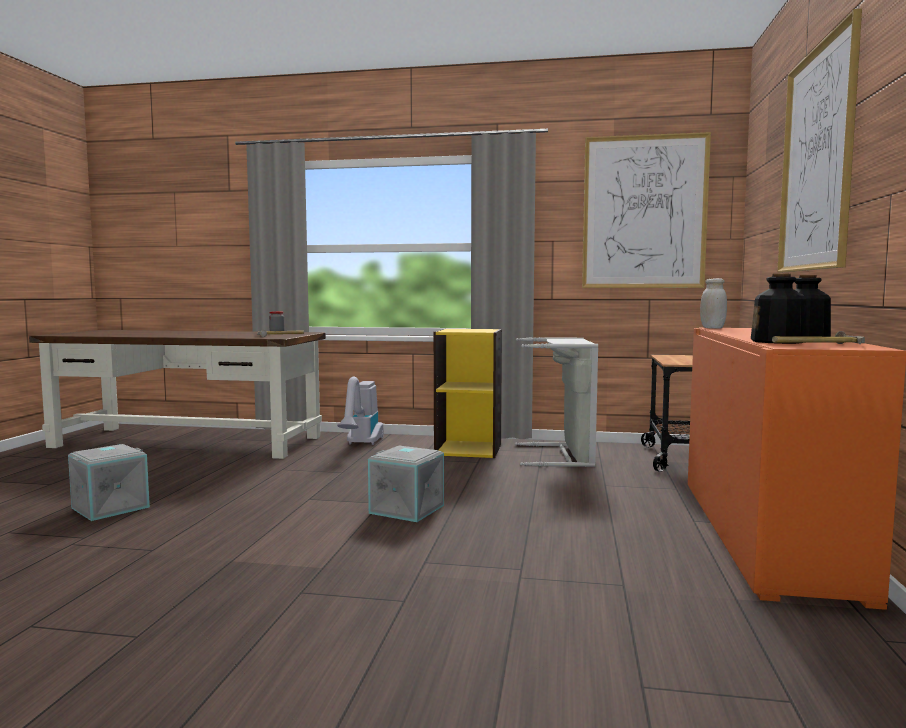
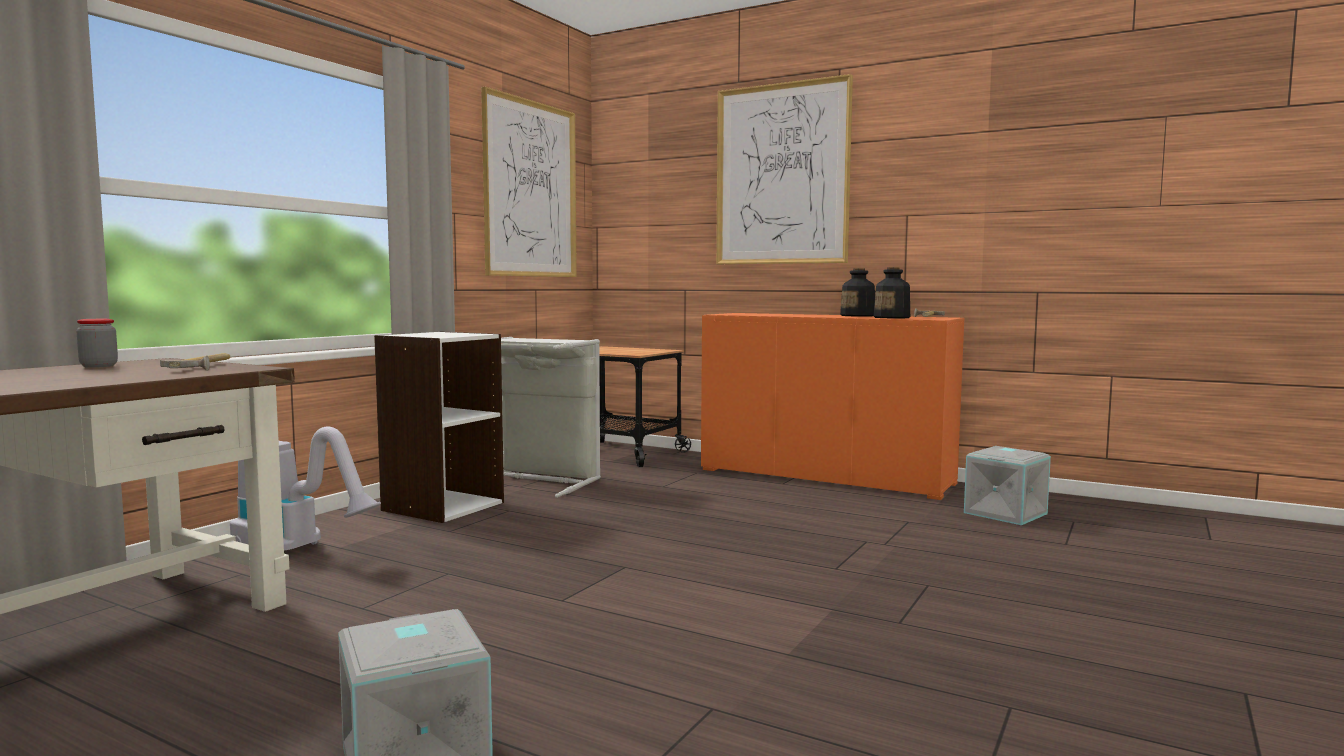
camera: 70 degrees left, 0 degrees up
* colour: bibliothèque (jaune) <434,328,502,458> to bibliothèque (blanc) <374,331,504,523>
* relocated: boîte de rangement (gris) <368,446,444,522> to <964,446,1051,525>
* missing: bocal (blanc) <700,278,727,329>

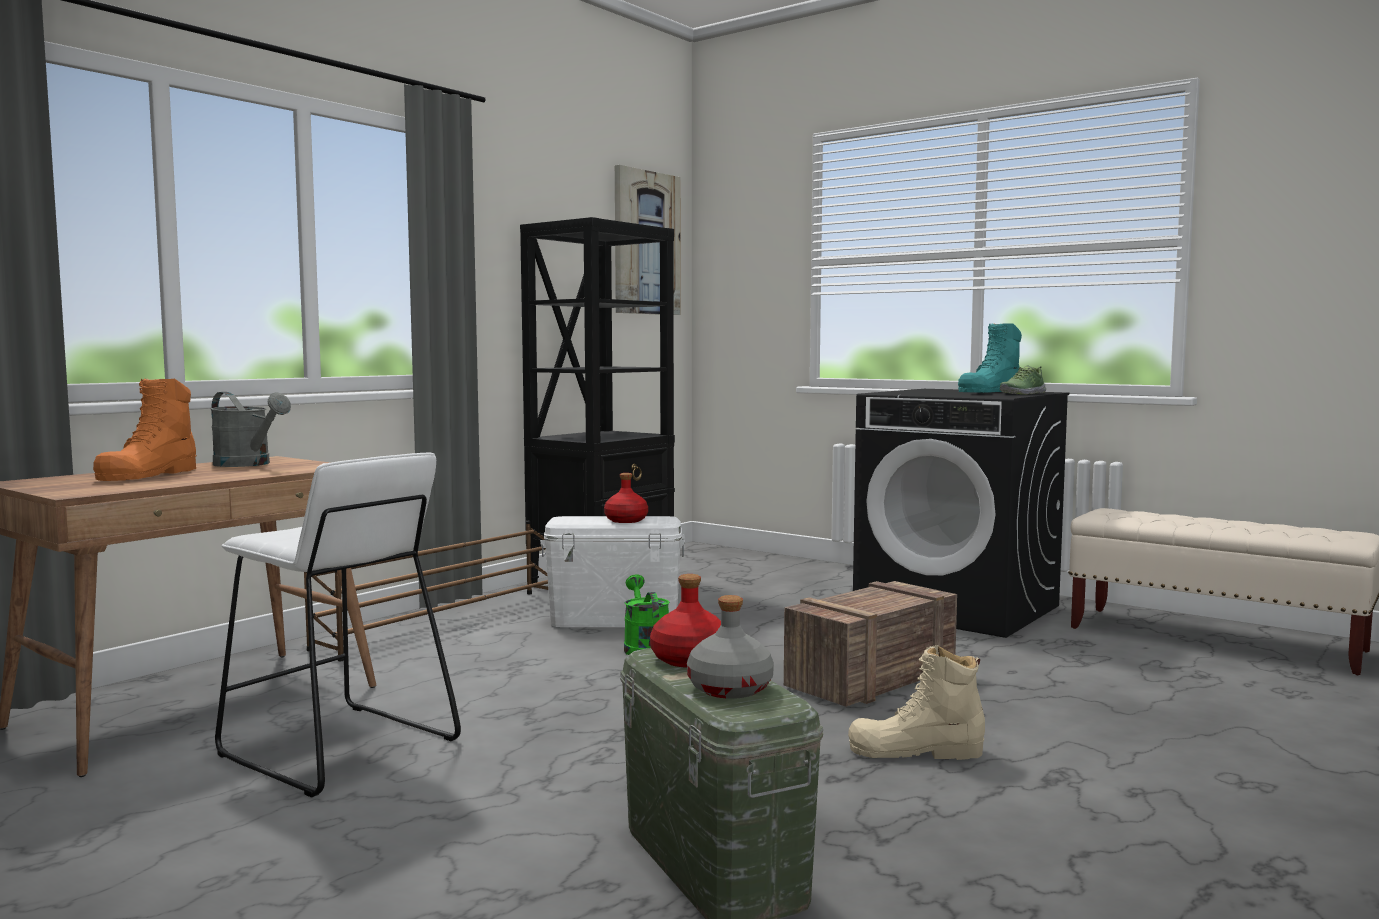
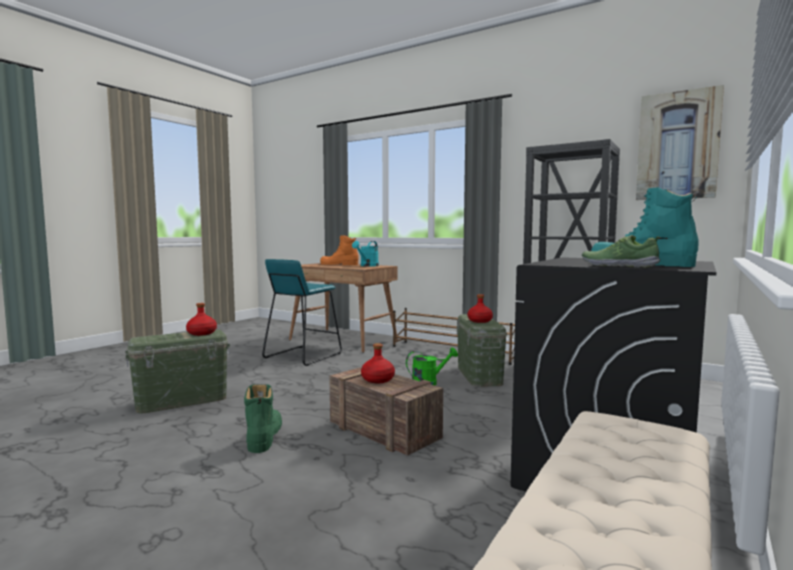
camera: 85 degrees right, 0 degrees up
* colour: botte (beige) <848,645,985,760> to botte (vert) <244,384,282,453>
* colour: tabouret (blanc) <215,453,461,797> to tabouret (turquoise) <262,259,342,366>
* colour: arrosoir (gris) <211,392,291,467> to arrosoir (turquoise) <352,241,379,267>
* appeared: bouteille (rouge) <361,343,395,383>
* colour: boîte de rangement (blanc) <540,516,685,627> to boîte de rangement (vert) <457,314,507,387>
* missing: bouteille (gris) <687,595,774,699>

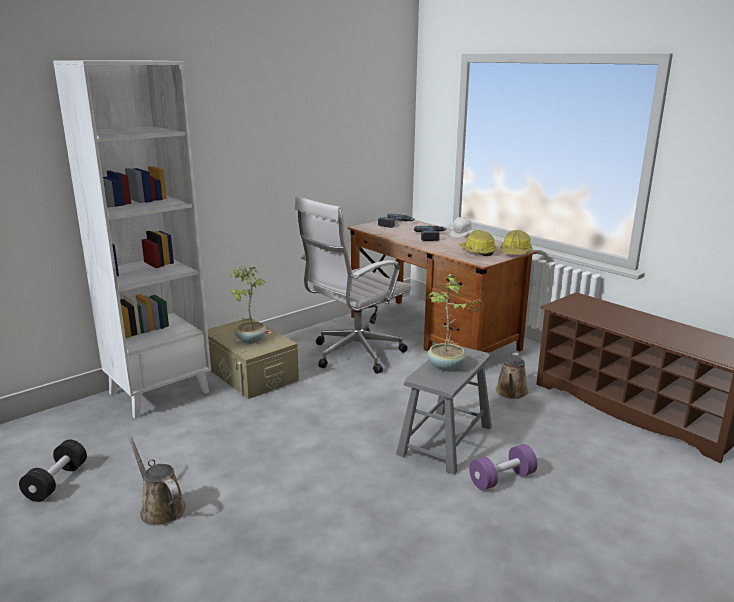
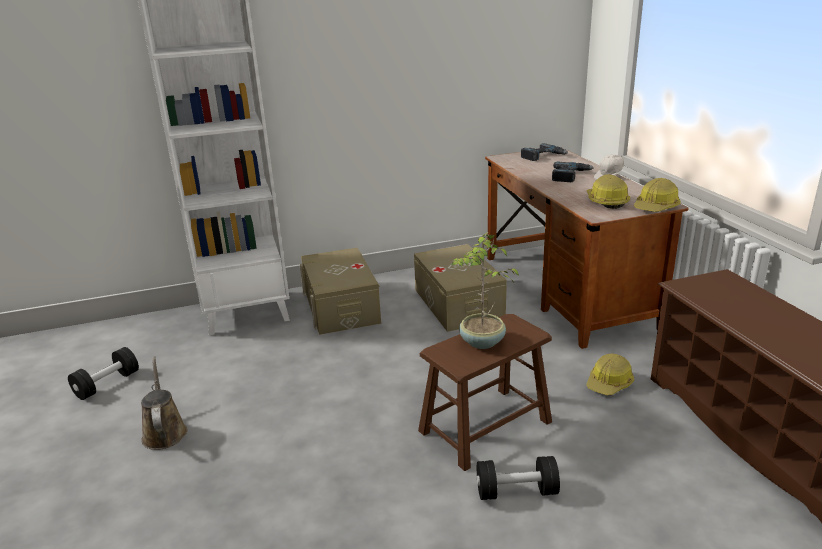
camera: 25 degrees right, 5 degrees up
* exchanged: chaise de bureau (blanc) <295,196,412,374> to boîte de rangement (beige) <414,244,507,332>
* colour: tabouret (gris) <396,346,492,475> to tabouret (marron) <418,314,552,471>
* colour: haltère (violet) <469,444,537,490> to haltère (noir) <477,456,560,500>
* exchanged: arrosoir (marron) <495,352,528,399> to casque de chantier <586,354,634,396>
* missing: plante en pot <232,266,266,344>

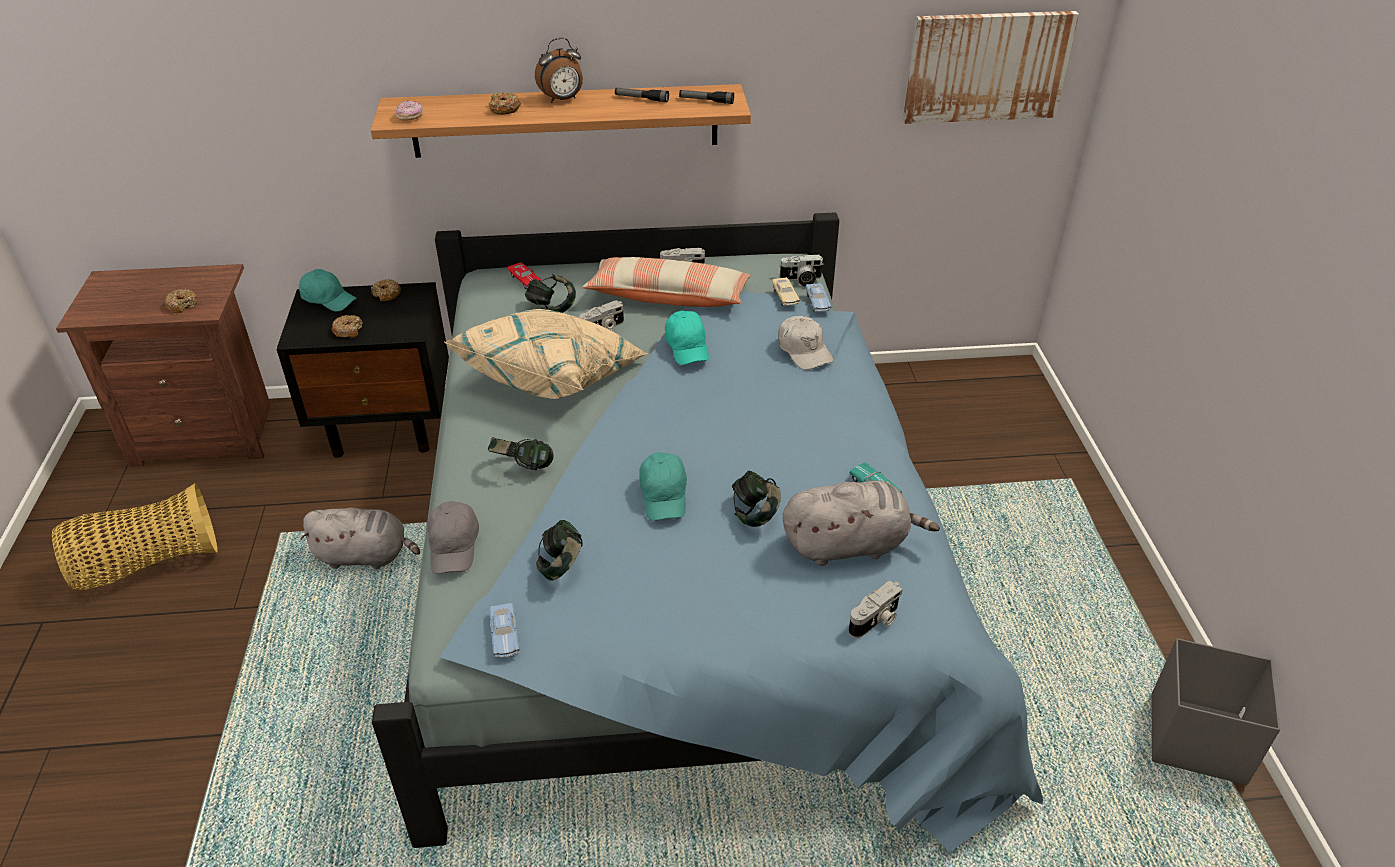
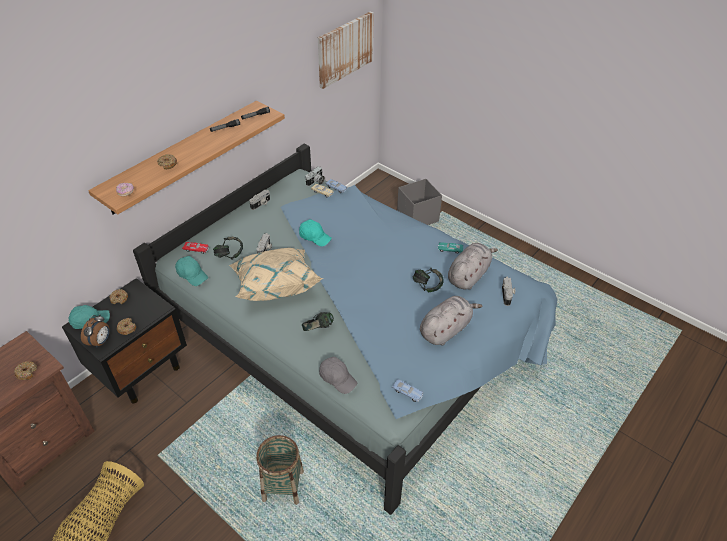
camera: 45 degrees left, 5 degrees up
* relocated: réveil <535,38,583,103> to <81,315,110,347>
* relocated: casquette (turquoise) <639,452,687,520> to <175,256,208,286>
* appeared: panier <256,435,304,505>
* relocated: boîte de rangement (gris) <1151,638,1280,785> to <397,179,442,225>
* relocated: peluche (gris) <300,507,420,569> to <420,296,483,345>
* missing: casque audio <536,520,583,581>
* missing: coussin <582,257,750,307>
* missing: casquette (blanc) <778,316,833,370>

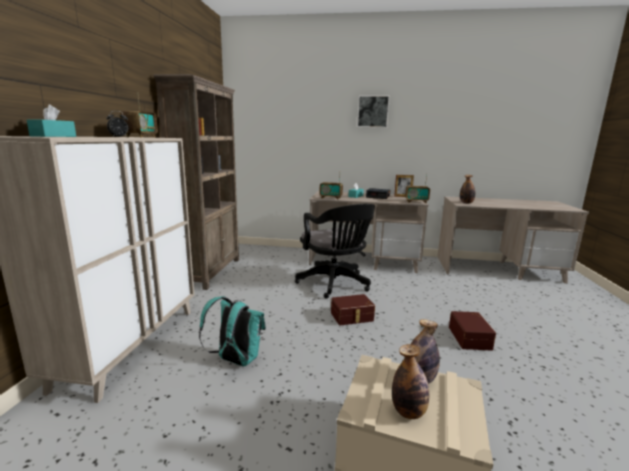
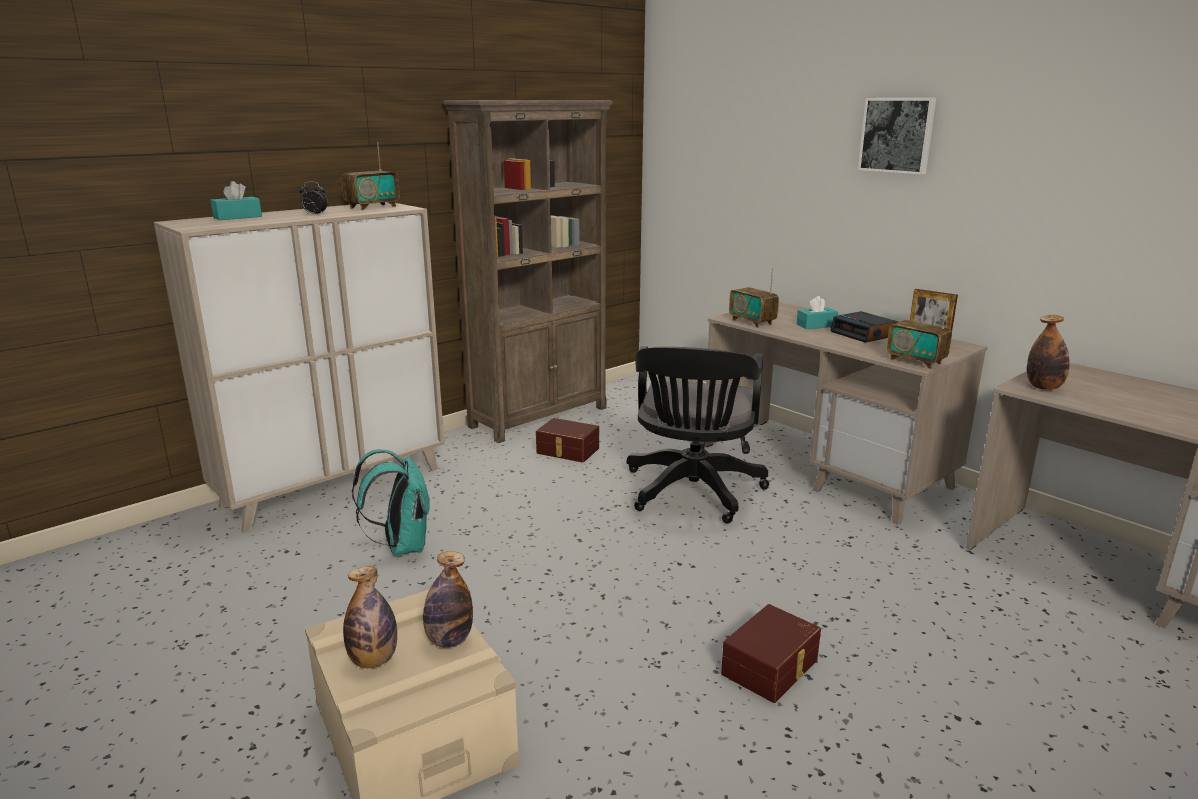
camera: 40 degrees right, 5 degrees up
* relocated: boîte de rangement (marron) <331,294,375,325> to <536,418,599,463>

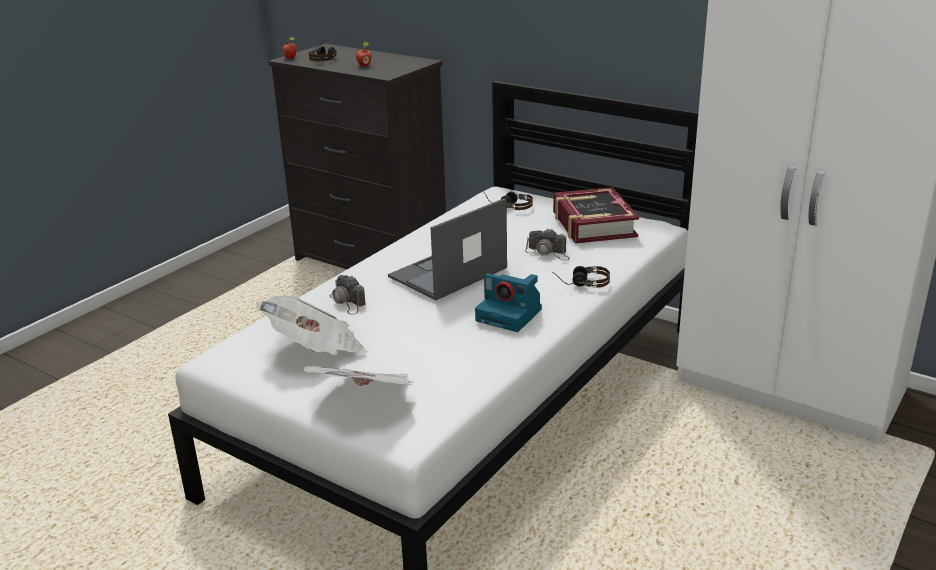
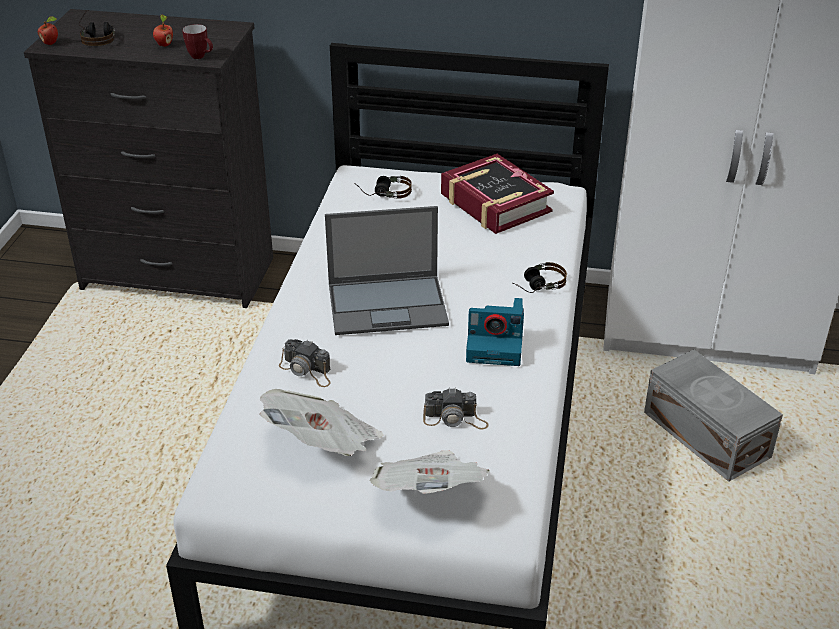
camera: 25 degrees left, 10 degrees up
* appeared: mug <182,24,213,59>
* spun: ordinateur portable <388,198,507,300> = <325,206,449,335> 120 degrees counterclockwise
* relocated: appareil photo <525,228,570,261> to <423,388,488,430>
* appeared: boîte de rangement (gris) <644,350,783,482>

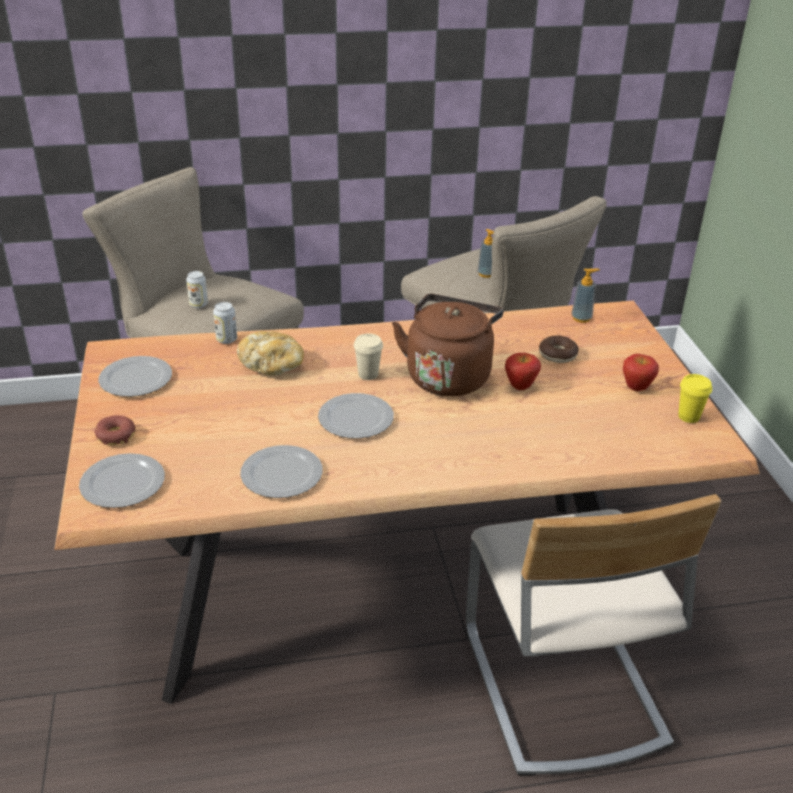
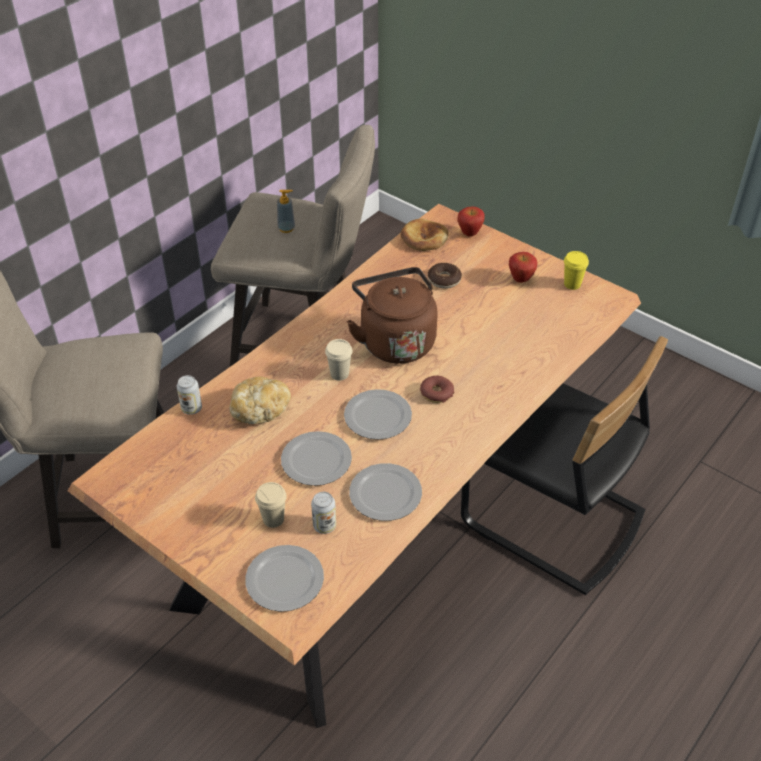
camera: 40 degrees left, 10 degrees up
* appeared: tasse (beige) <255,482,287,528>
* relocated: assiette <98,356,172,397> to <281,431,352,486>
* relocated: boîte métallique <186,271,208,308> to <311,492,336,534>
* exchanged: distributeur de savon <572,268,600,323> to pain <400,219,448,251>
* relocated: beignet <95,416,135,445> to <420,376,454,403>
* relocated: pomme <505,353,541,390> to <457,207,485,237>
* colour: chaise (beige) <466,494,721,776> to chaise (noir) <461,336,668,595>

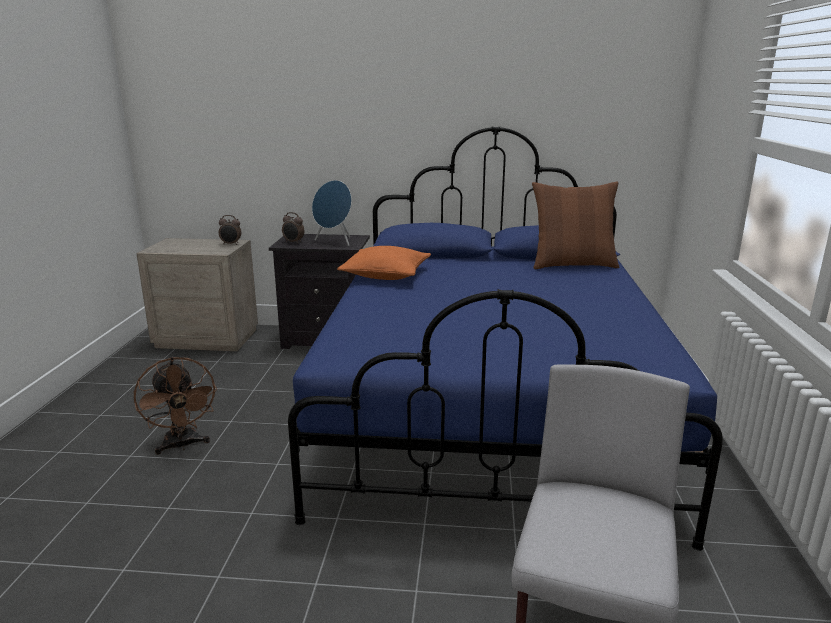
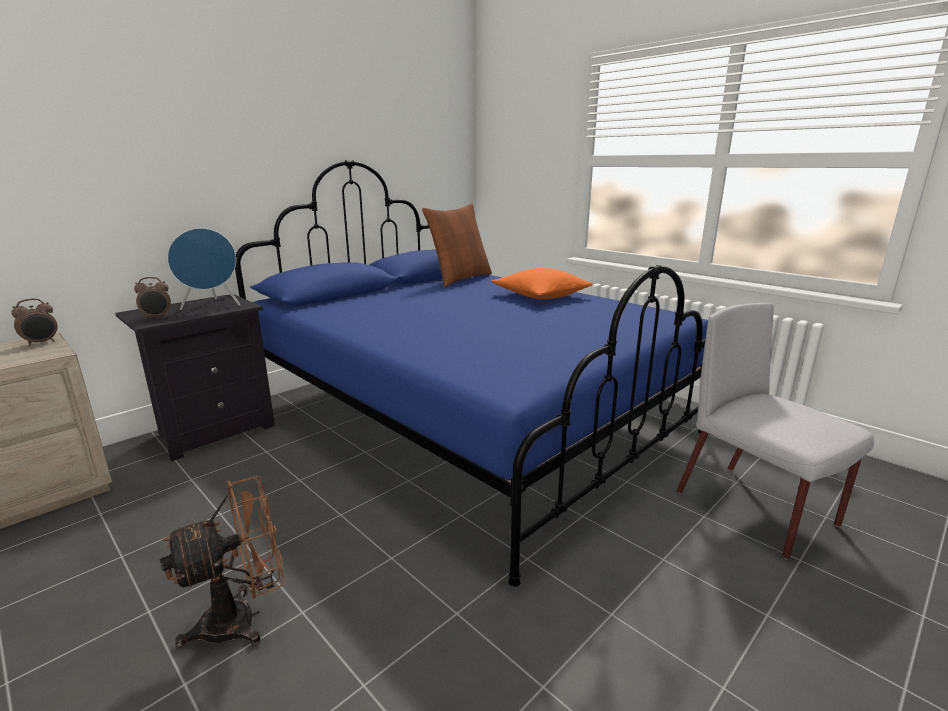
camera: 50 degrees left, 0 degrees up
* spun: ventilateur (marron) <134,357,217,455> = <160,476,284,648> 45 degrees counterclockwise
* relocated: coussin (orange) <337,246,431,280> to <492,268,593,299>

